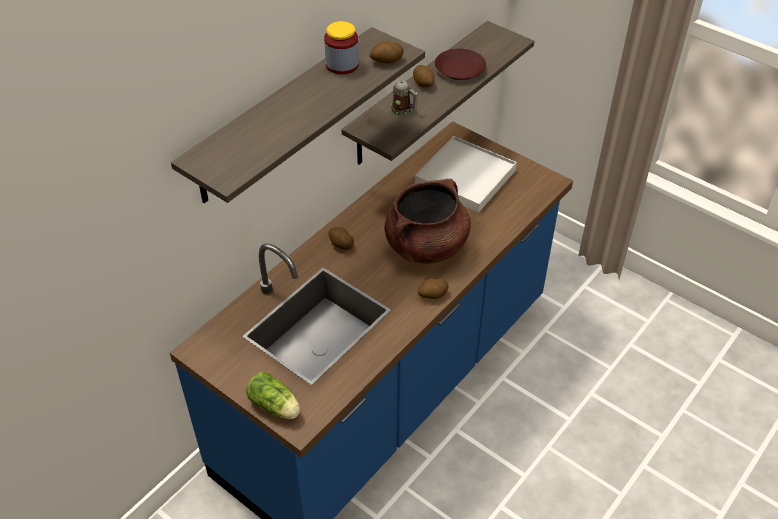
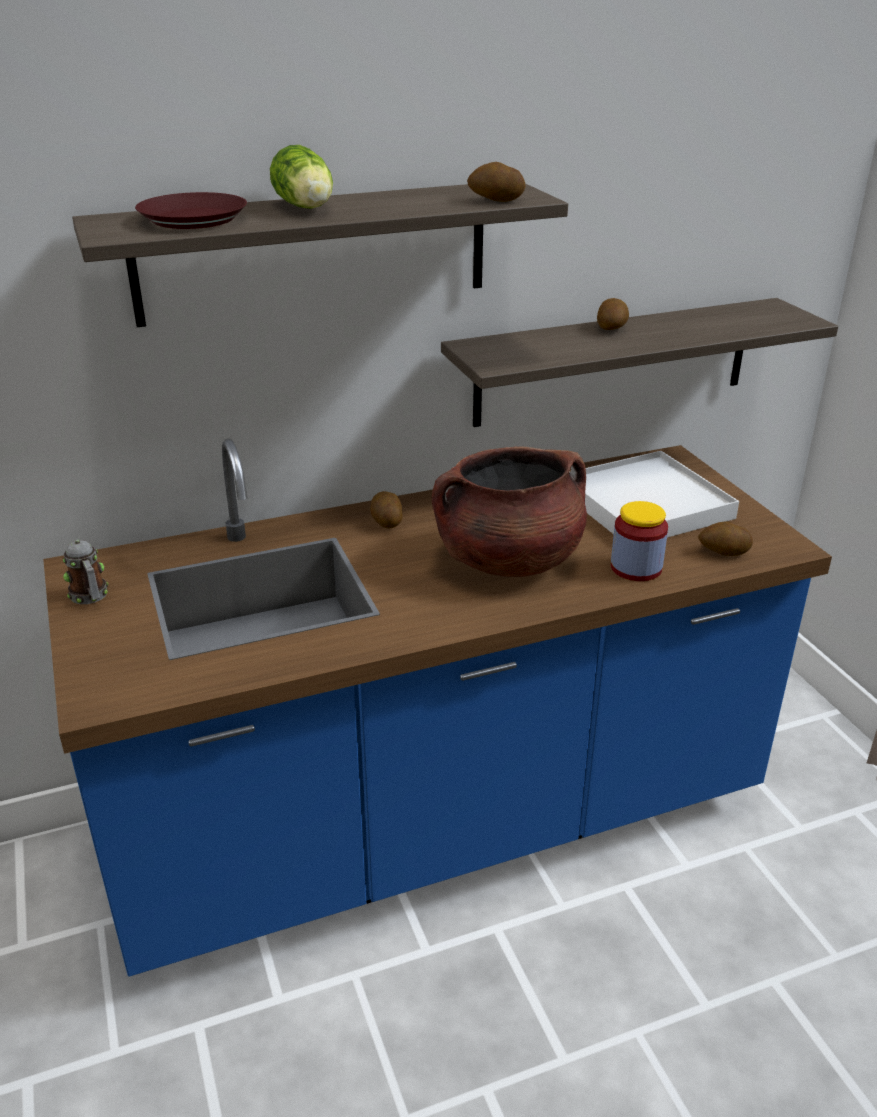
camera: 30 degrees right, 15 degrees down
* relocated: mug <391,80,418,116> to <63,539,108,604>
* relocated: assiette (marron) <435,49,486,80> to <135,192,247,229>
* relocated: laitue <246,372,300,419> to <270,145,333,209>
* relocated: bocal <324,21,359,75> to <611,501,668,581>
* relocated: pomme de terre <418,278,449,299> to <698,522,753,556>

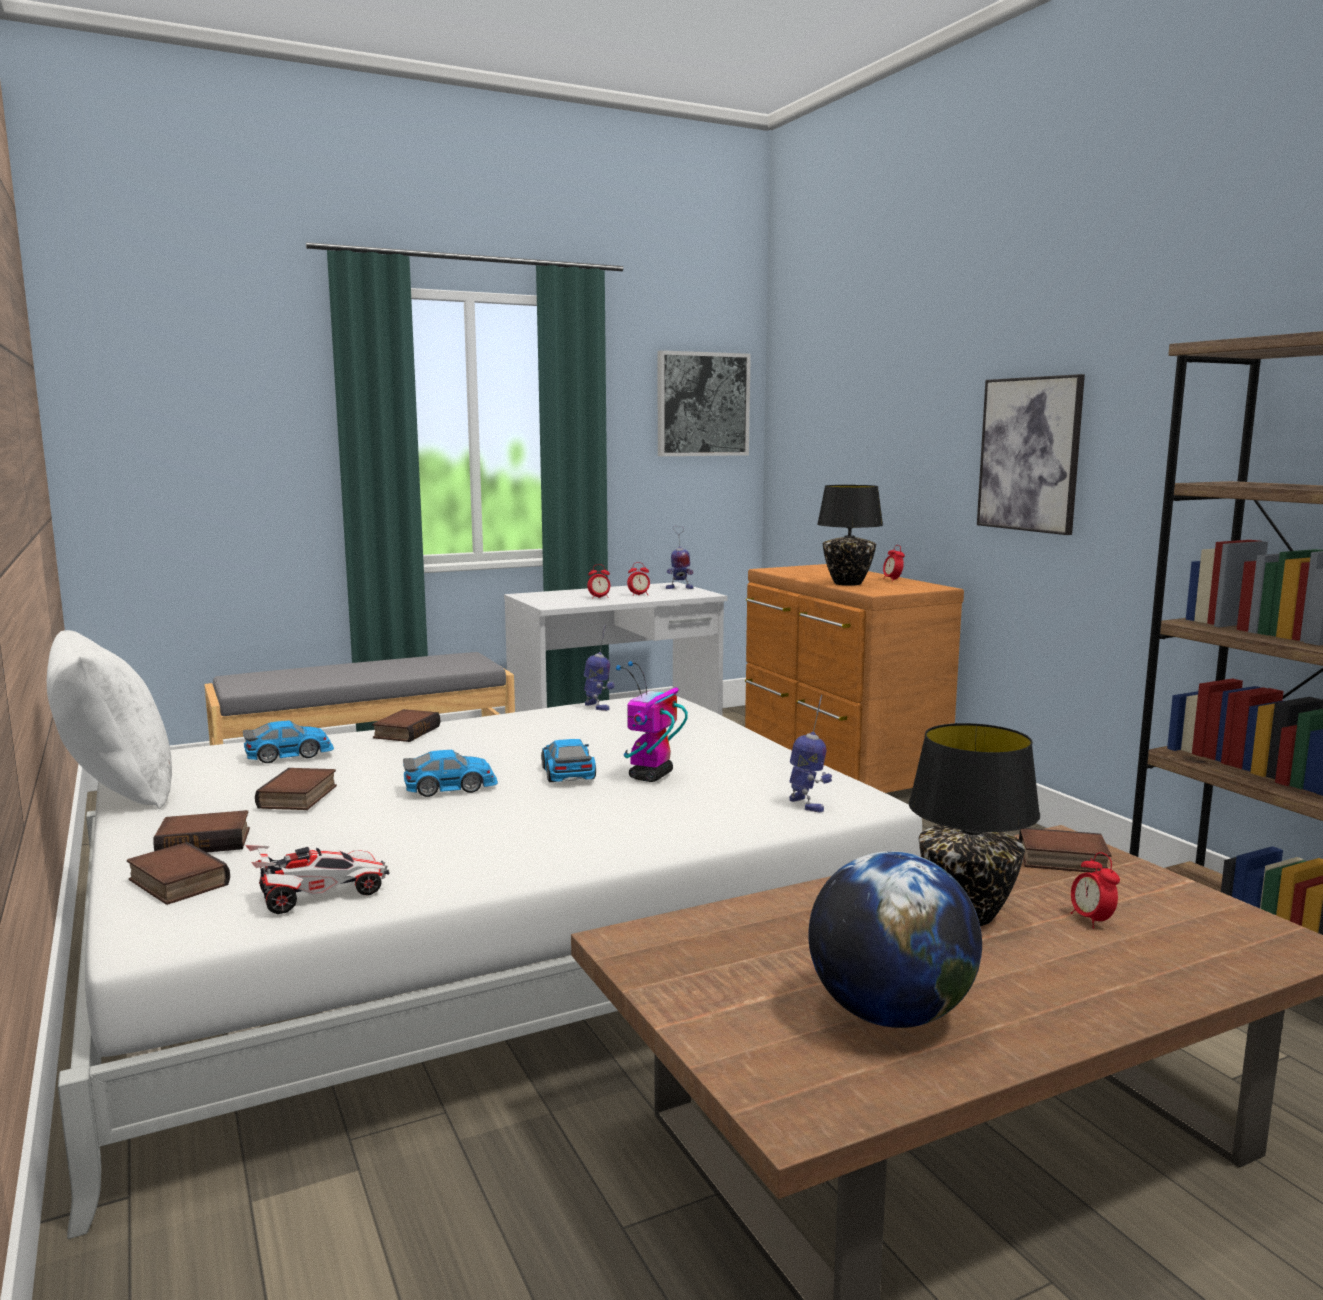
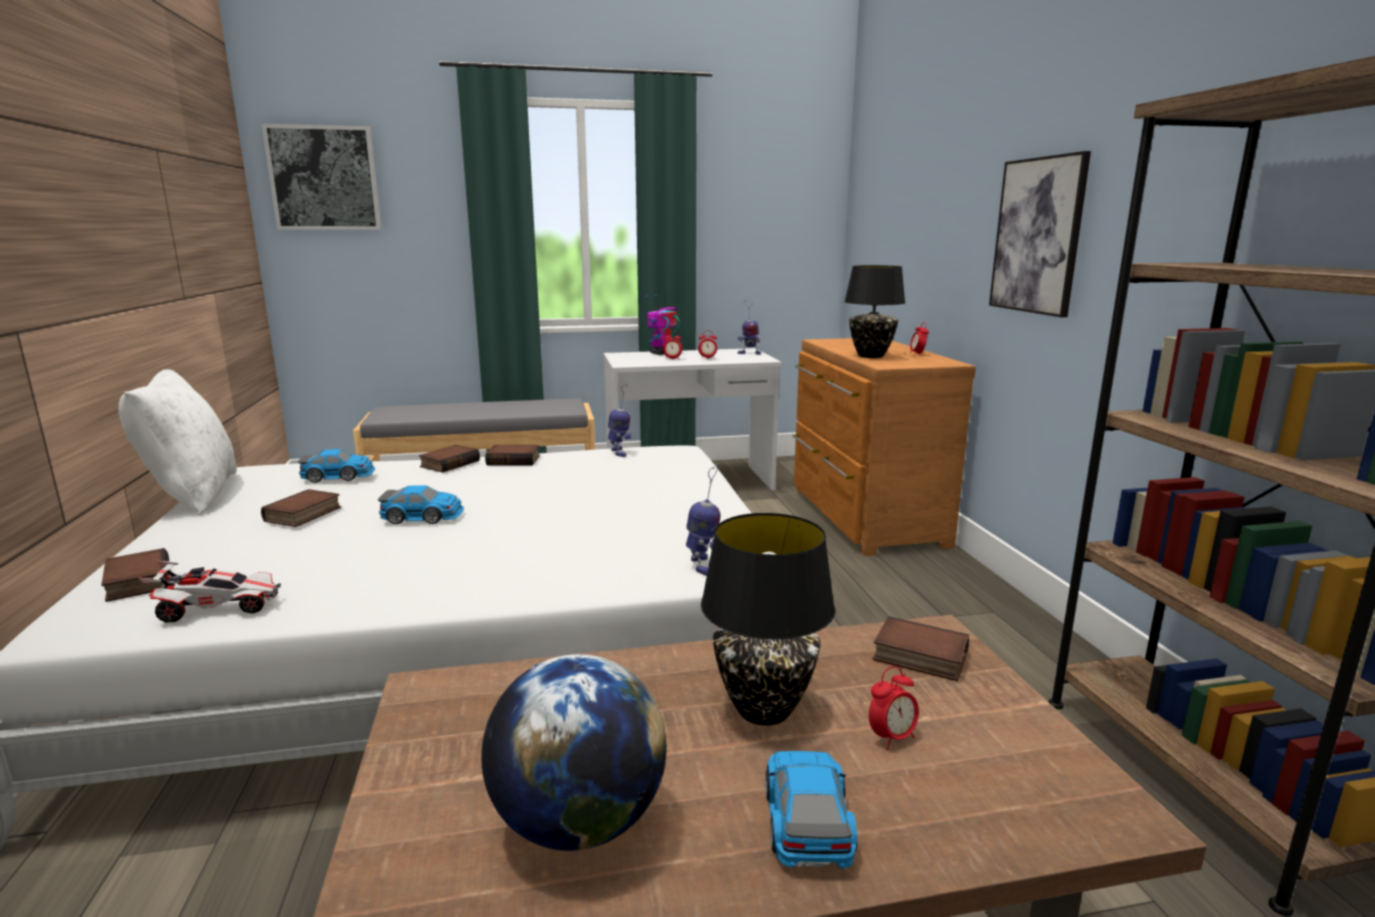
camera: 15 degrees right, 5 degrees up
* relocated: tableau <658,350,751,456> to <262,124,382,229>
* relocated: livre <153,810,250,853> to <485,445,540,466>
* relocated: robot jouet <616,661,688,782> to <646,295,680,355>
* relocated: petite voiture <541,739,596,782> to <765,751,858,868>
* spun: réveil <1071,852,1120,929> = <869,666,919,750> 120 degrees counterclockwise

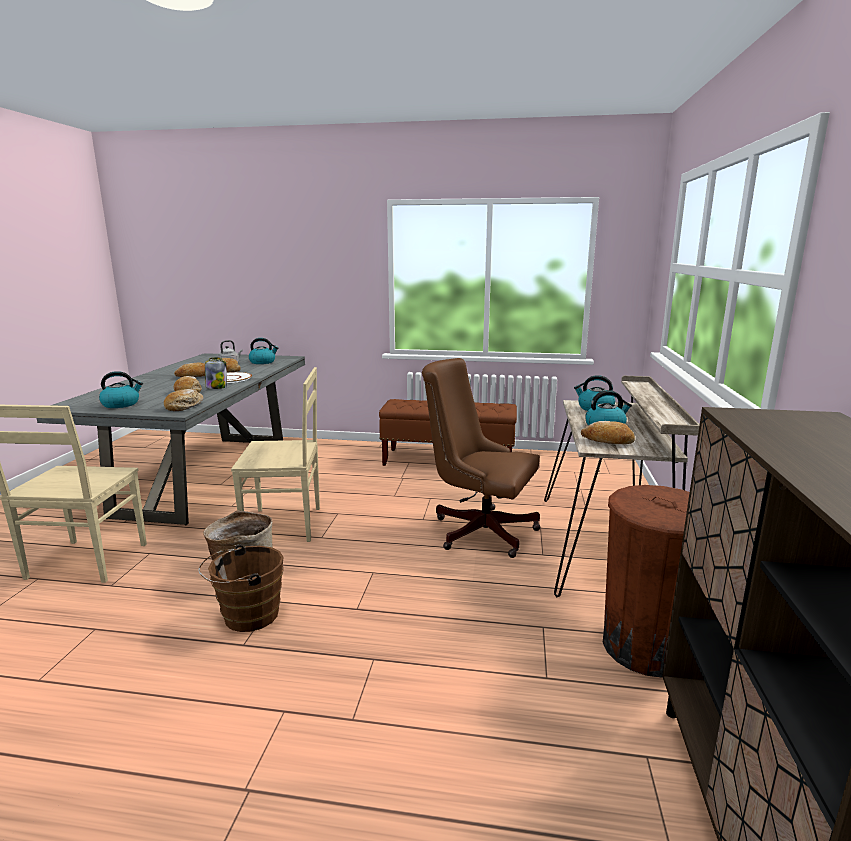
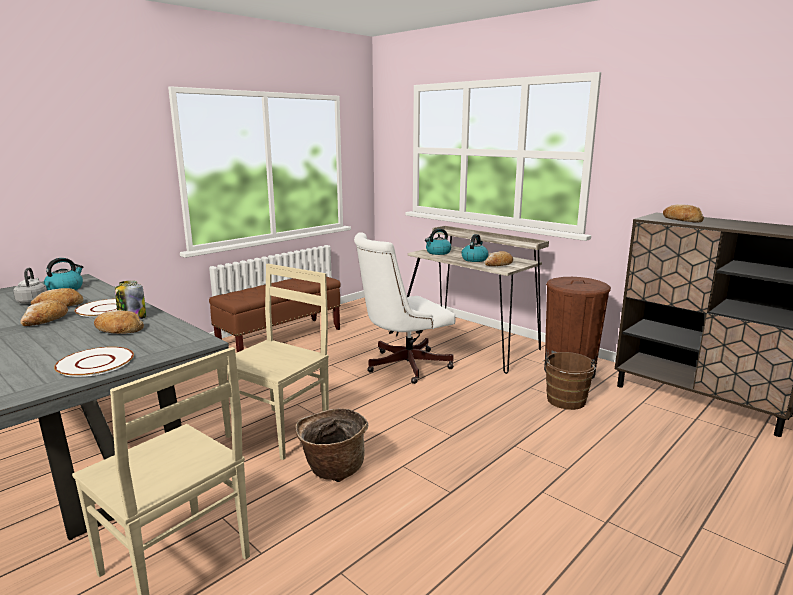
camera: 55 degrees left, 0 degrees up
* exchanged: bouilloire <99,371,143,408> to assiette (blanc) <54,347,134,377>
* colour: chaise de bureau (marron) <422,358,541,558> to chaise de bureau (blanc) <354,232,455,384>
* relocated: seau (marron) <199,544,284,632> to <543,352,597,410>
* relocated: pain <164,389,203,411> to <663,204,704,223>

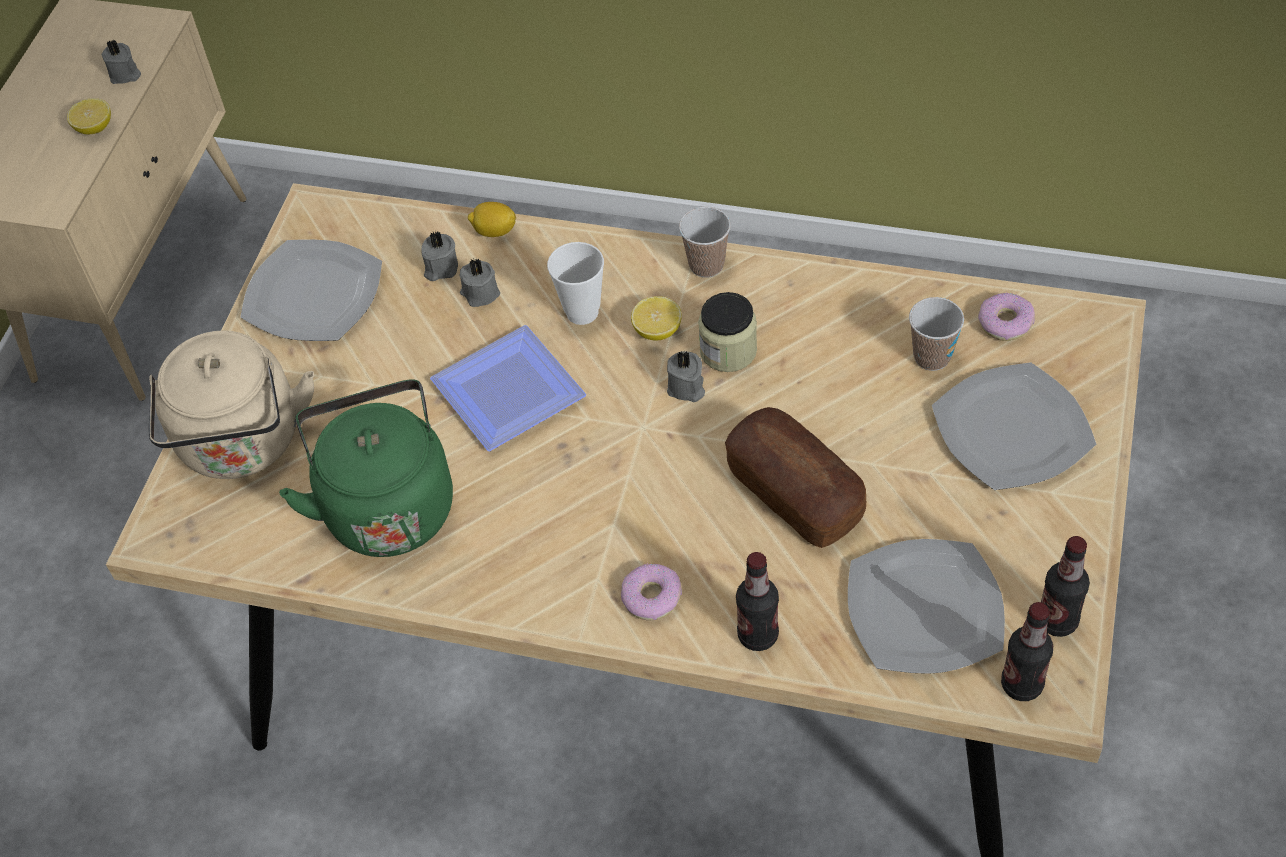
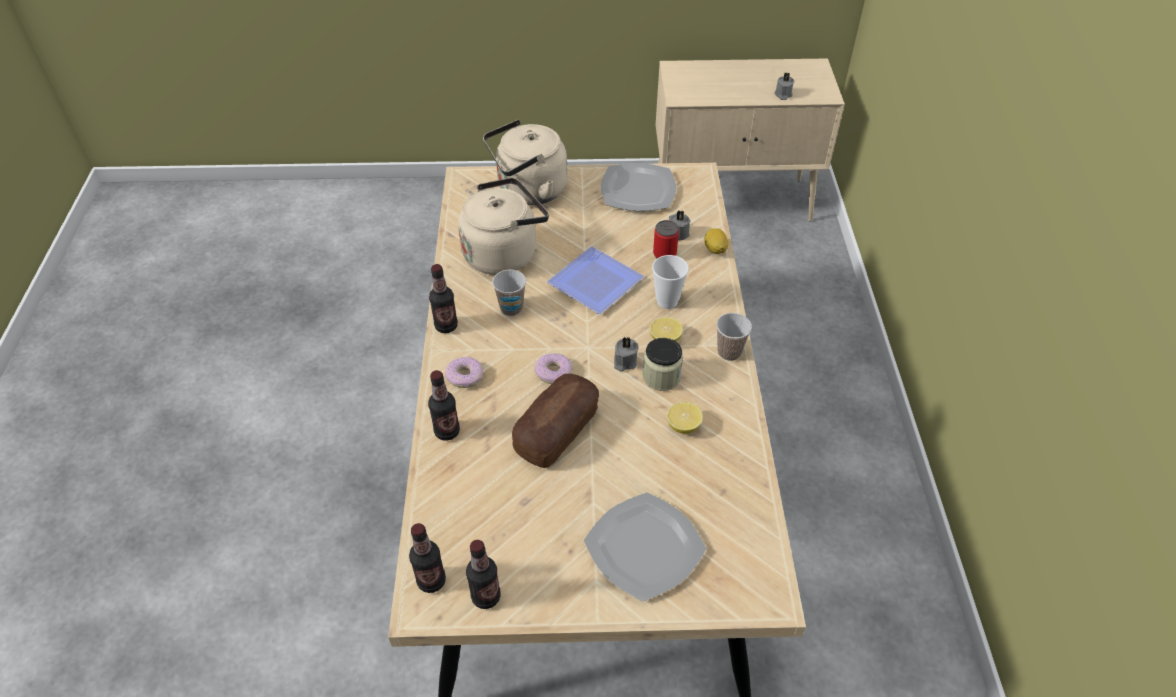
camera: 70 degrees right, 5 degrees down
* appeared: bouteille <429,264,458,333>
* colour: bouilloire (vert) <279,379,453,557> to bouilloire (beige) <458,178,549,275>
* relocated: tasse <909,297,964,371> to <492,270,526,316>
* relocated: beignet <978,292,1035,341> to <535,353,573,384>
* exchanged: bougie (gris) <459,258,500,307> to boîte métallique <653,220,679,258>
* relocated: citron <67,98,111,134> to <666,402,703,434>
* missing: assiette <848,539,1005,674>

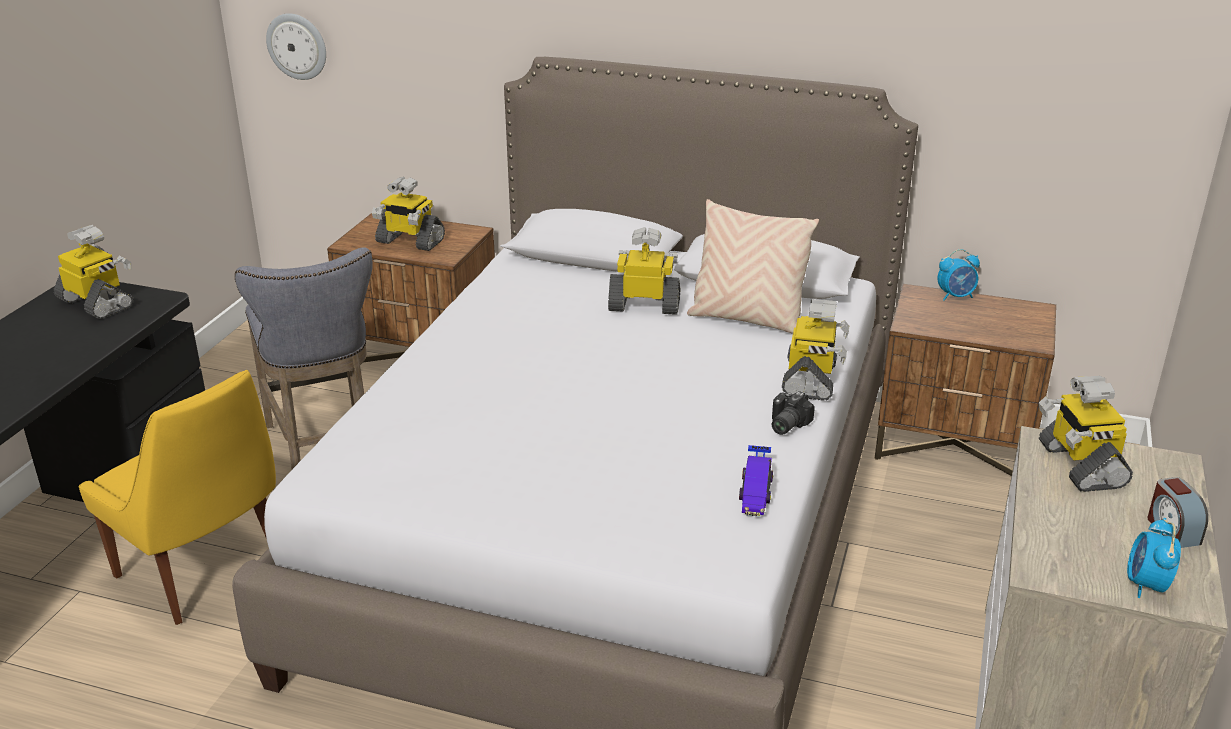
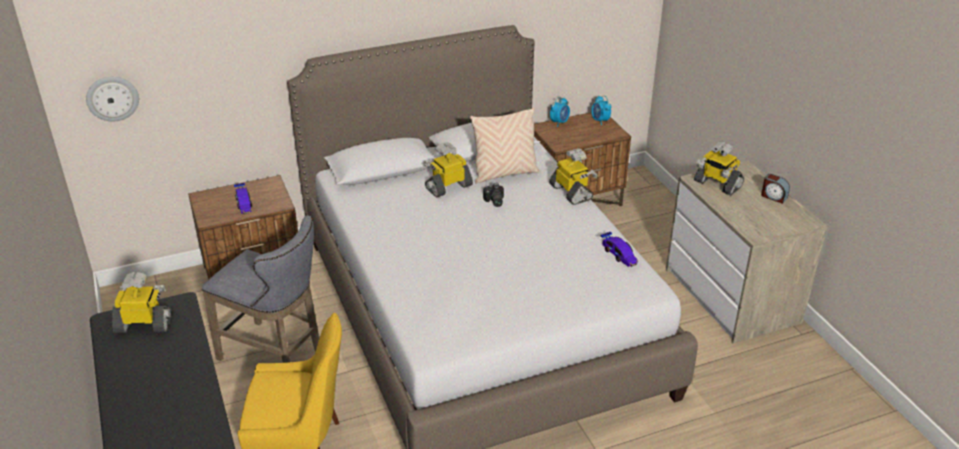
camera: 40 degrees left, 5 degrees up
* exchanged: robot jouet <372,177,445,251> to petite voiture <234,183,252,214>
* relocated: appareil photo <772,391,815,435> to <483,183,504,207>
* relocated: réveil <1127,518,1181,598> to <591,96,611,125>

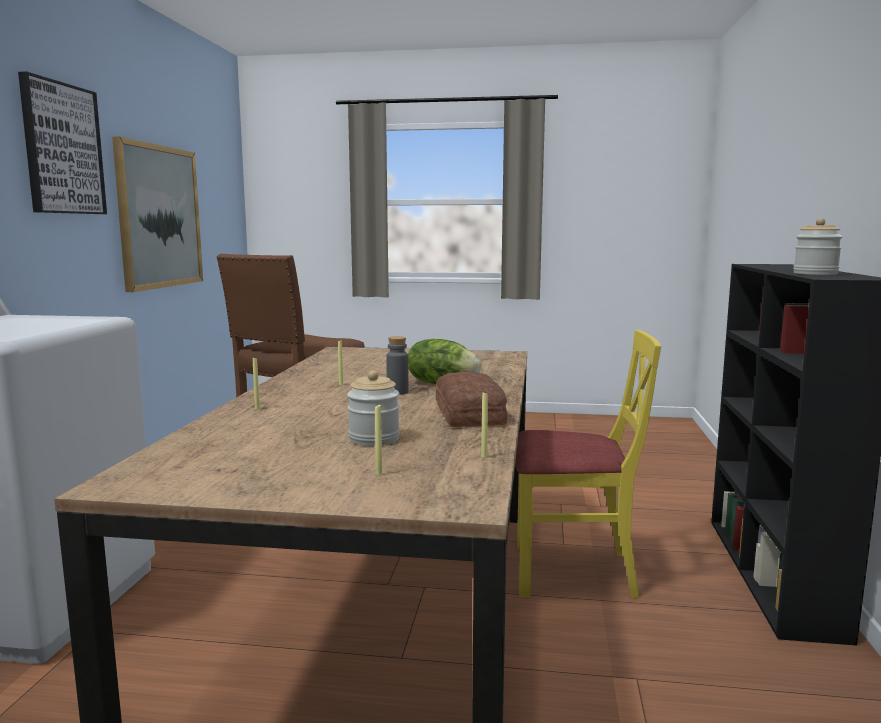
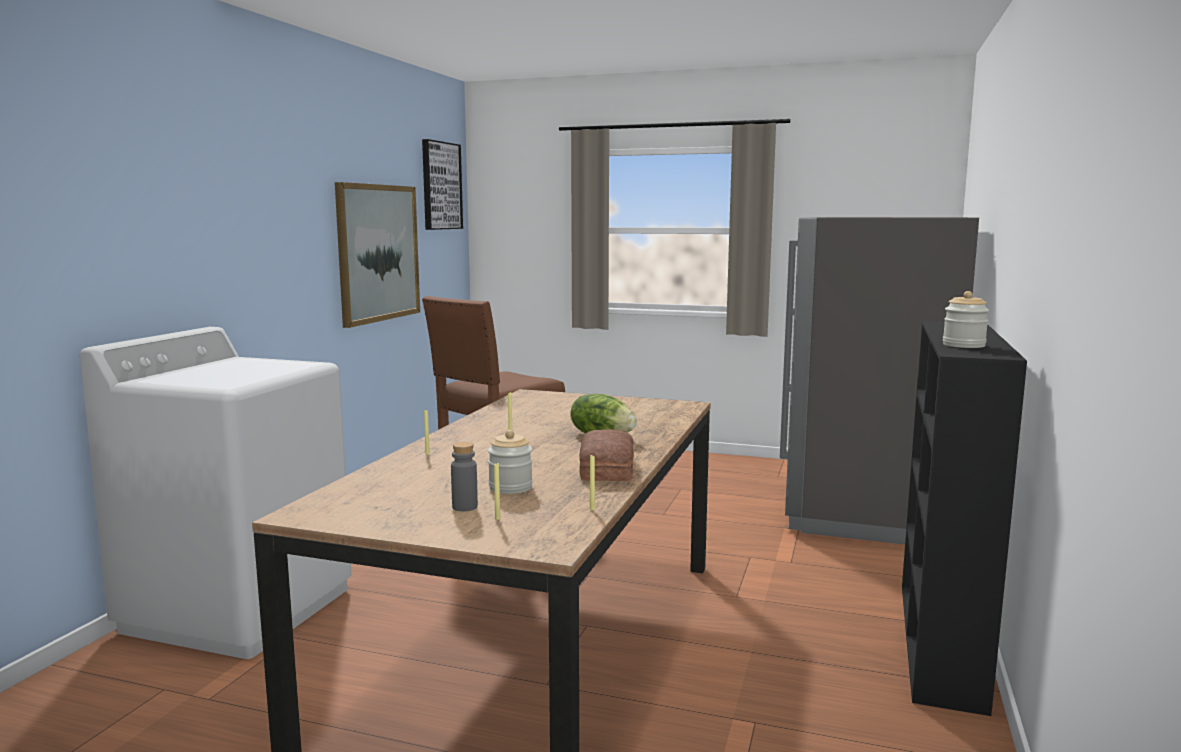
camera: 10 degrees right, 0 degrees up
* relocated: tableau <18,71,107,214> to <422,139,463,230>
* relocated: bouteille (gris) <386,336,409,395> to <451,442,478,511>
* appeared: réfrigérateur (gris) <780,217,979,545>
* missing: chaise (jaune) <515,330,661,598>

